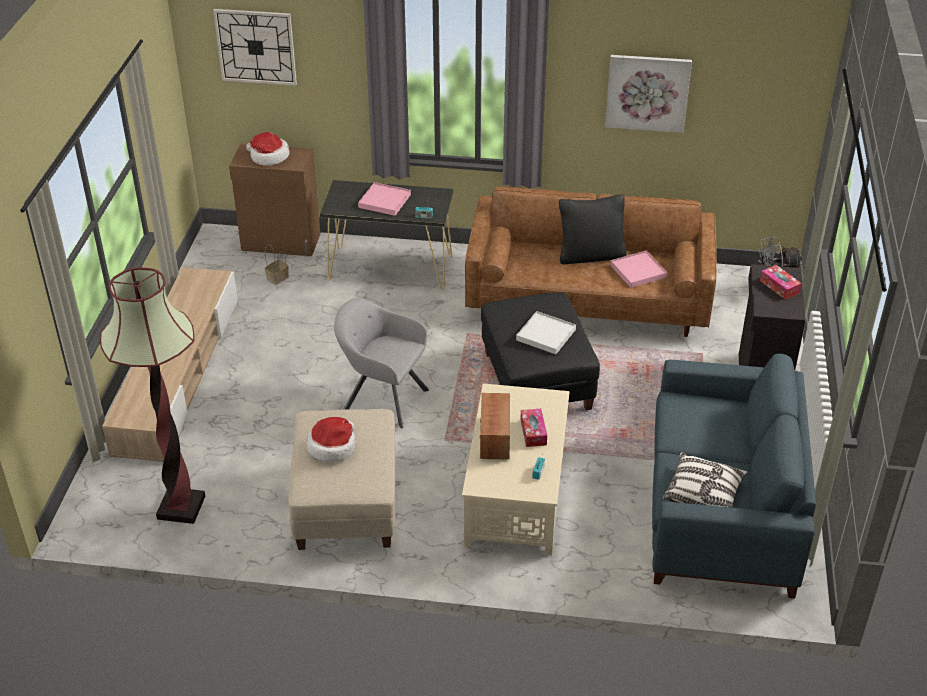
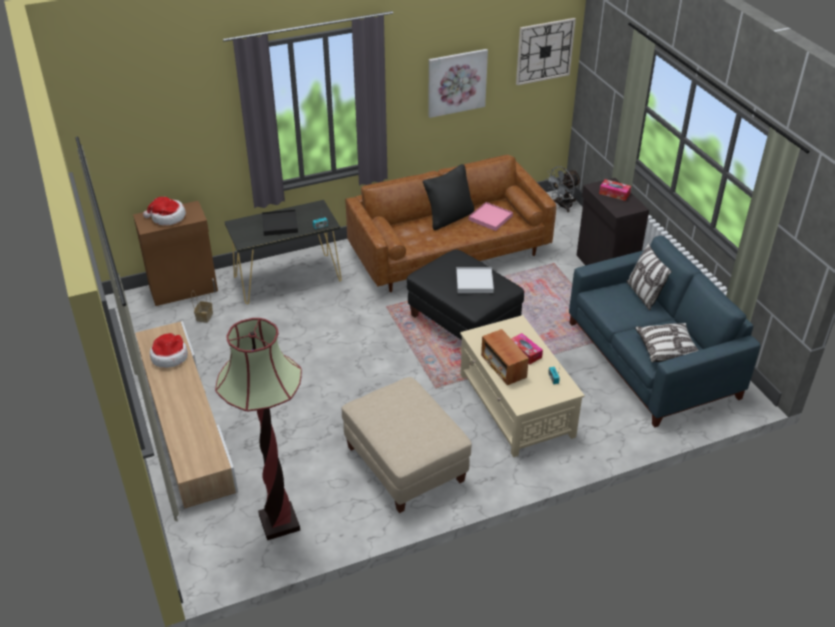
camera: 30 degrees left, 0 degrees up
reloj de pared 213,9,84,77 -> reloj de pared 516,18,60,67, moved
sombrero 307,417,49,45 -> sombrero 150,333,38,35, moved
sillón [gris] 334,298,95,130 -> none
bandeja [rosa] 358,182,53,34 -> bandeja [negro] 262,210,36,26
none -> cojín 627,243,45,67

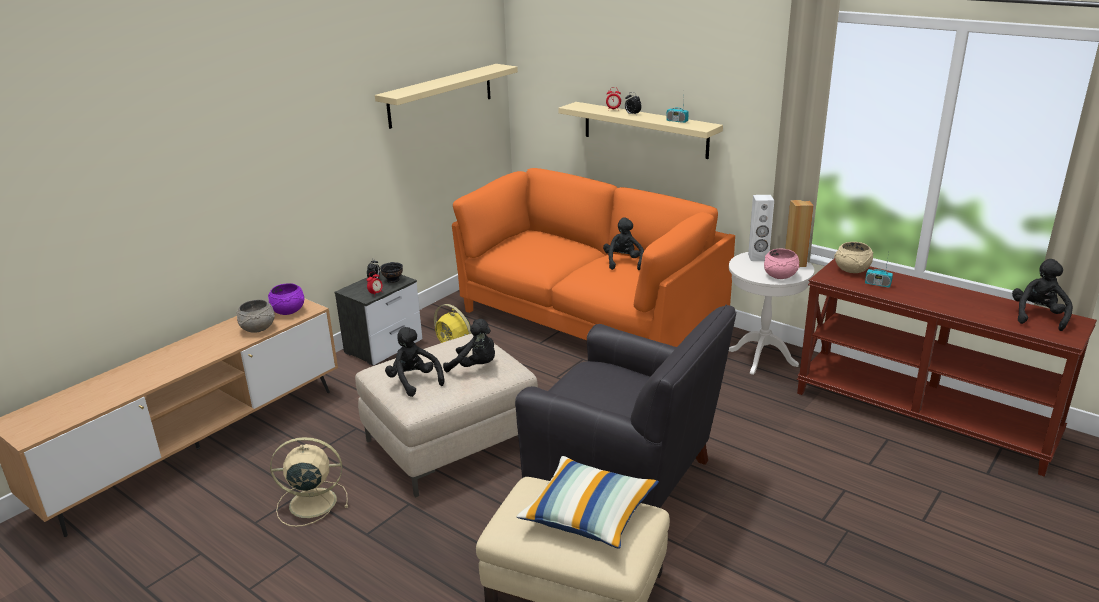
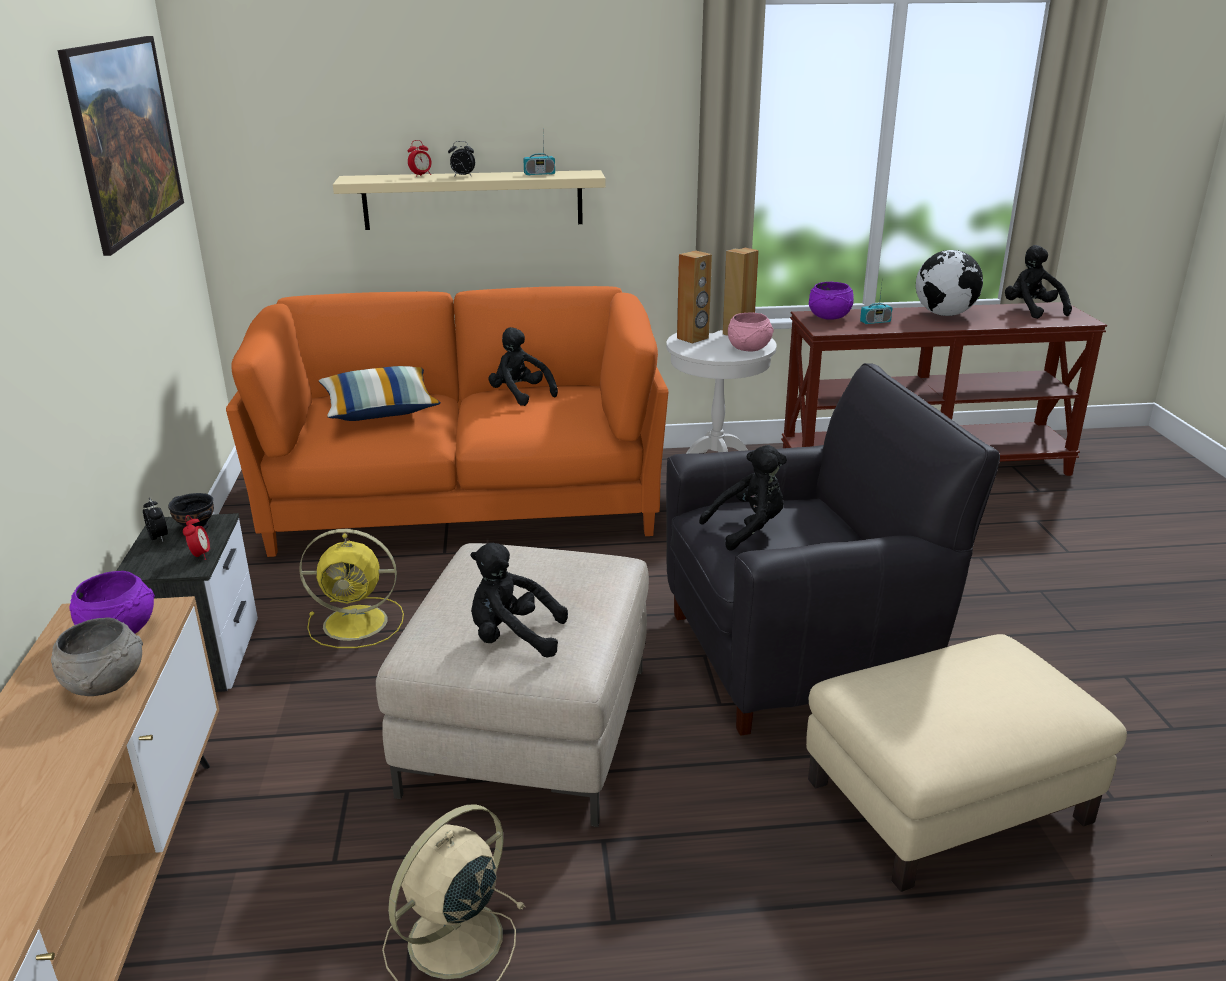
camera: 45 degrees left, 0 degrees up
estante [beis] 375,64,143,65 -> cuadro 57,36,127,220
peluche [negro] 443,319,52,53 -> peluche [negro] 699,445,88,106, moved
cojín 517,456,142,93 -> cojín 319,366,121,55, moved
altavoz [blanco] 748,195,26,66 -> altavoz [marrón] 677,250,35,93
cuenco [beis] 834,242,39,31 -> cuenco [morado] 808,282,46,38
none -> globo terráqueo 916,250,67,66

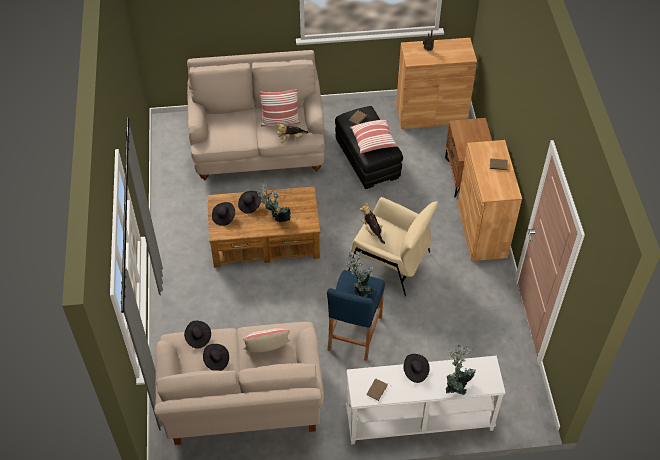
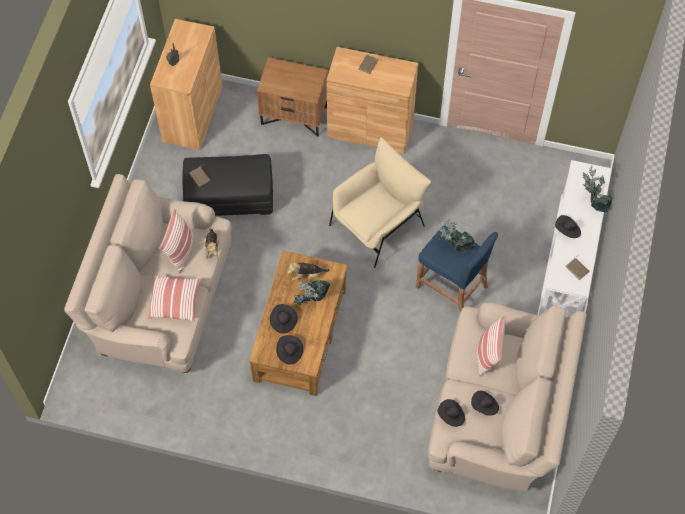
camera: 70 degrees left, 10 degrees up
cojín 350,120,47,34 -> cojín 148,274,54,48, moved
peluche 360,203,25,41 -> peluche 287,262,42,19, moved

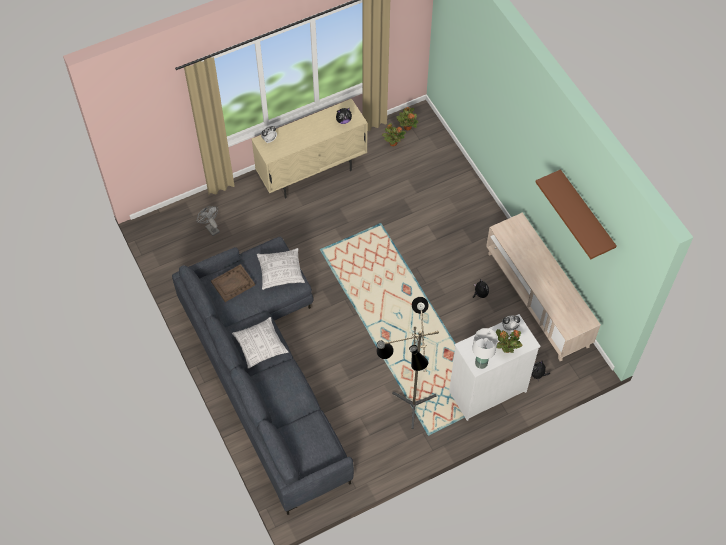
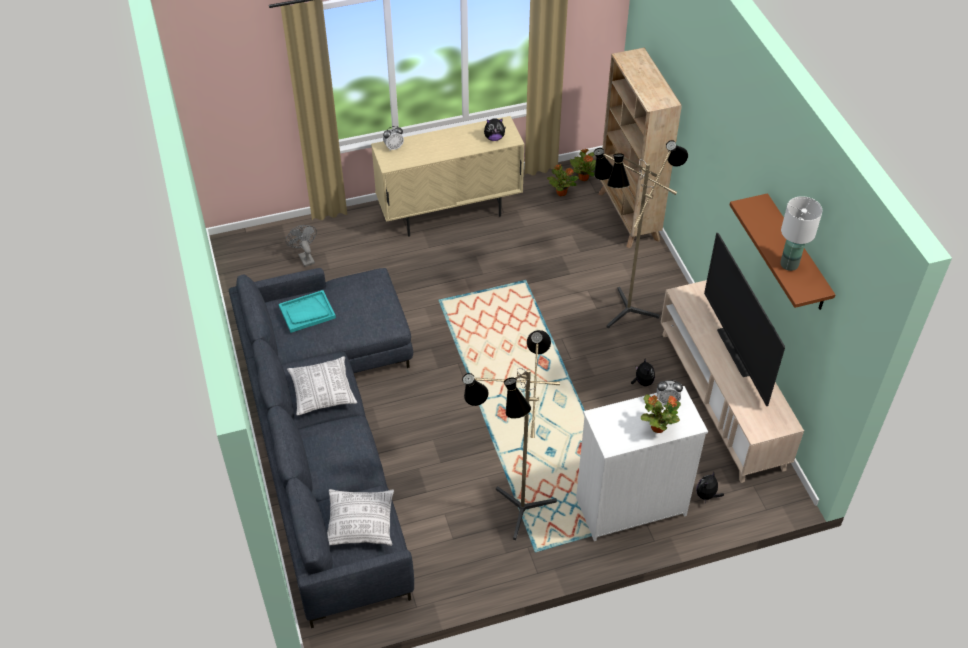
camera: 10 degrees right, 10 degrees down
bandeja [marrón] 211,264,44,38 -> bandeja [turquesa] 279,290,57,43
cojín 257,248,48,42 -> cojín 327,489,67,57, moved
lámpara de mesa [blanco] 472,328,26,41 -> lámpara de mesa [blanco] 780,196,42,75, moved
none -> lámpara de pie 594,140,94,188
none -> estantería [beis] 598,48,84,200
none -> televisor 704,233,81,173

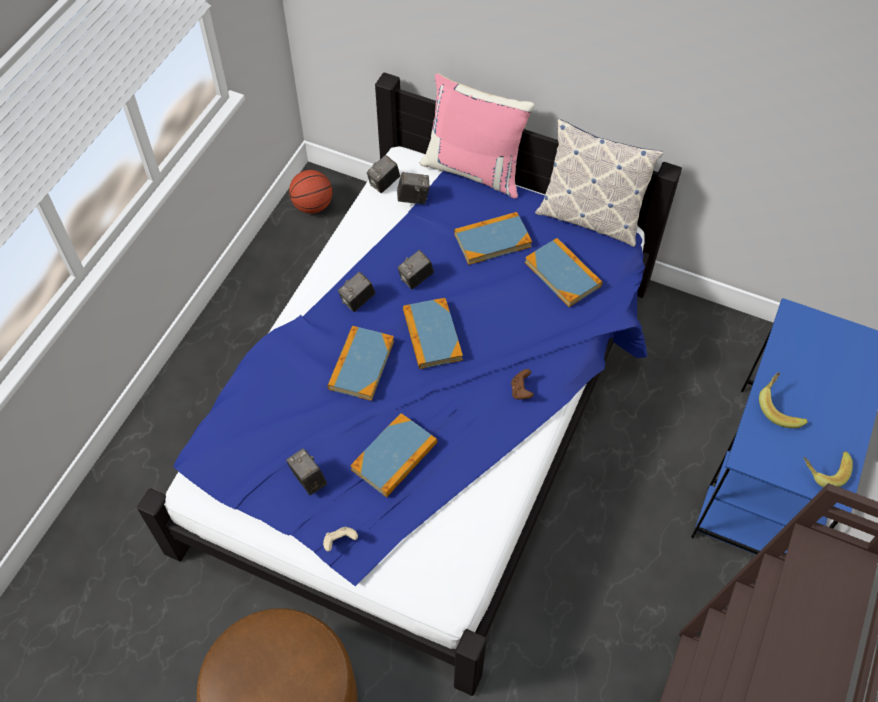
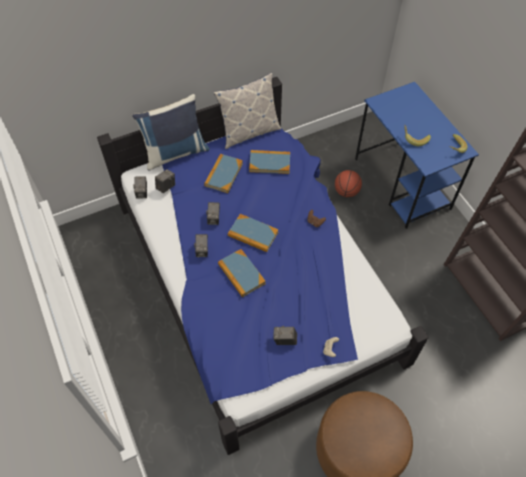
camera: 50 degrees left, 0 degrees up
balón de baloncesto 289,170,43,44 -> balón de baloncesto 335,170,27,27, moved
libro 350,413,87,84 -> none
cojín [rosa] 420,73,115,126 -> cojín [azul] 132,94,78,76

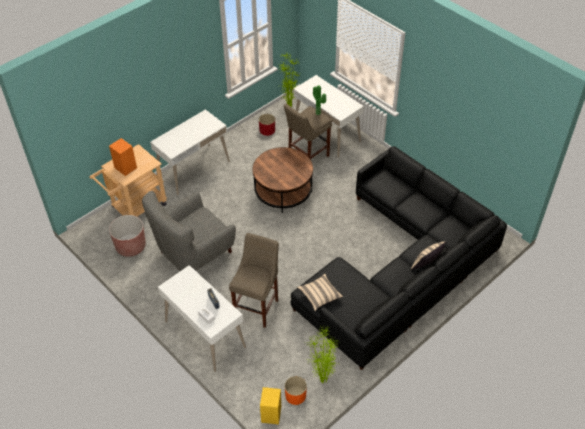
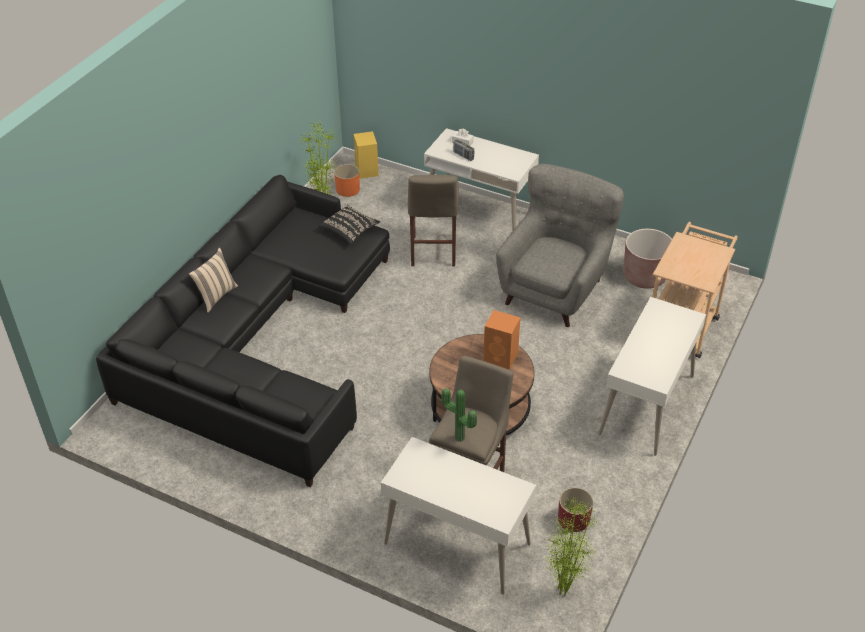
camera: 160 degrees right, 5 degrees down
altavoz [naranja] 109,138,28,38 -> altavoz [naranja] 483,310,37,60, moved
cojín [beis] 297,274,46,37 -> cojín [negro] 318,205,62,39

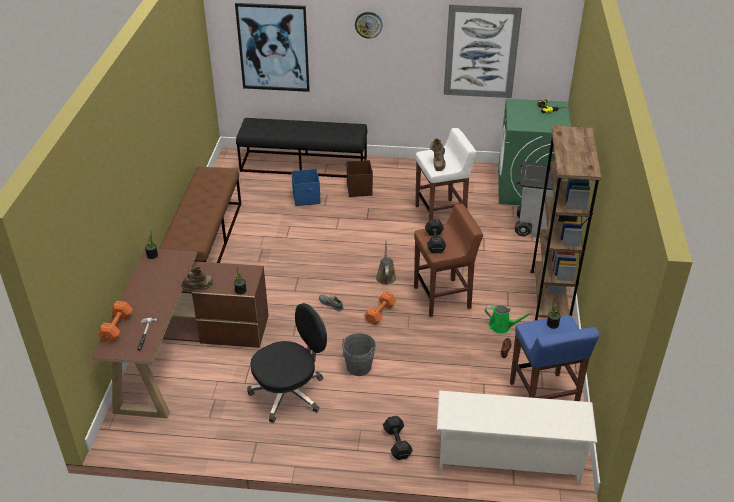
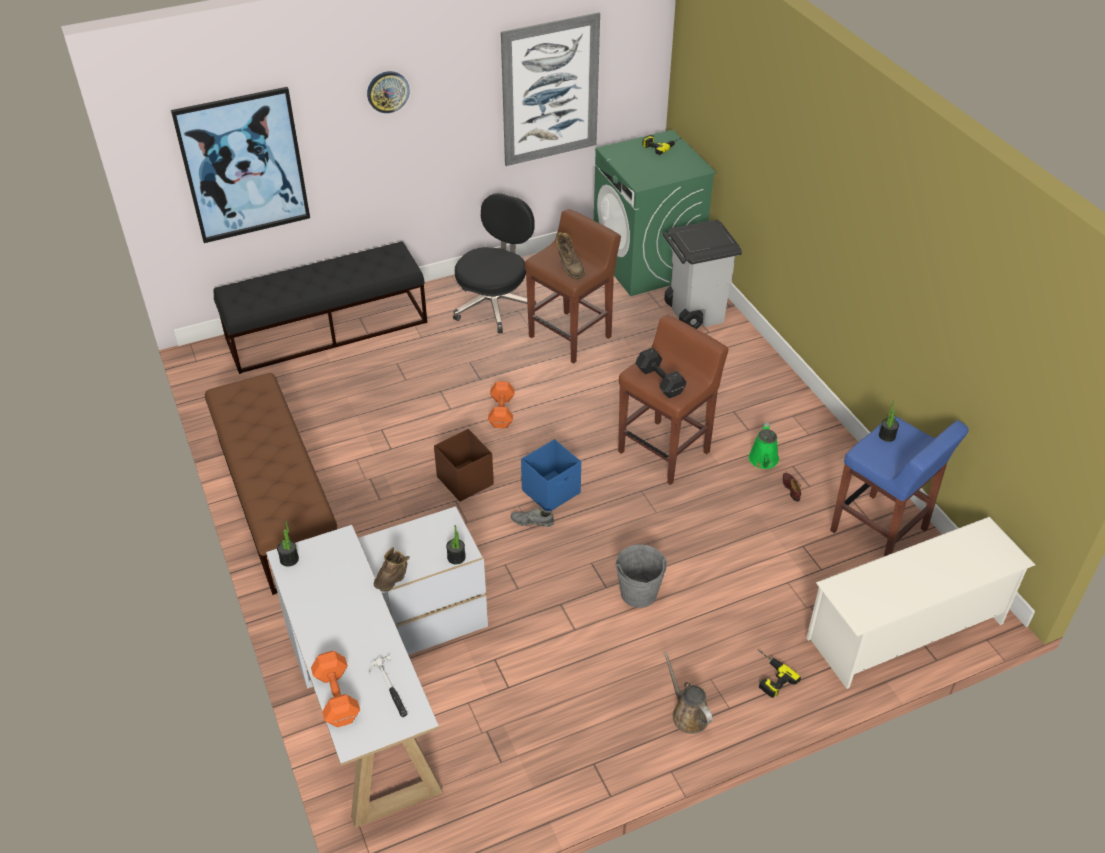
camera: 30 degrees left, 5 degrees up
escritorio [marrón] 92,249,177,169 -> escritorio [blanco] 266,506,222,322
silla de oficina [negro] 247,303,80,120 -> silla de oficina [negro] 453,193,83,140, moved
caja de almacenaje [azul] 291,169,30,37 -> caja de almacenaje [azul] 521,439,60,72, moved
caja de almacenaje [marrón] 346,160,27,37 -> caja de almacenaje [marrón] 434,429,60,73, moved
mancuerna [naranja] 364,291,32,34 -> mancuerna [naranja] 488,382,27,46, moved
regadera [marrón] 376,240,20,45 -> regadera [marrón] 663,651,50,83, moved
mancuerna [negro] 383,416,30,44 -> taladro 757,649,44,49
taburete [blanco] 415,128,62,92 -> taburete [marrón] 525,209,96,155
regadera [verde] 485,305,49,29 -> regadera [verde] 749,423,30,46, 105 degrees clockwise
estantería [marrón] 530,125,72,195 -> none

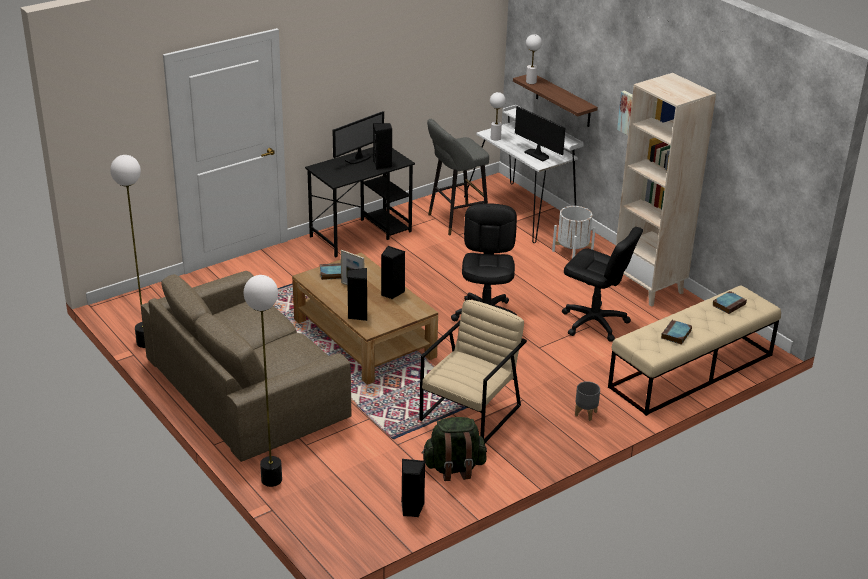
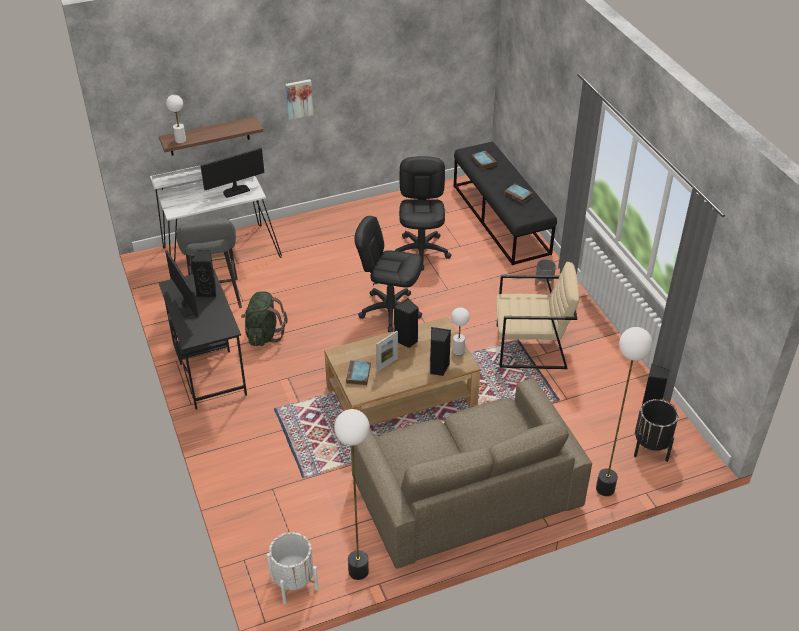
camera: 75 degrees left, 10 degrees up
sillón [beis] 419,300,108,143 -> sillón [beis] 496,262,83,107, 135 degrees clockwise
mochila [verde] 421,417,66,64 -> mochila [verde] 241,291,47,55, moved
lámpara de mesa [blanco] 490,92,16,49 -> lámpara de mesa [blanco] 451,307,19,48, moved
maceta [blanco] 552,206,44,53 -> maceta [blanco] 267,532,51,72, moved
silla de oficina [negro] 562,227,81,115 -> silla de oficina [negro] 395,156,57,115, 45 degrees counterclockwise
banco [beis] 608,285,173,131 -> banco [negro] 454,142,103,123
estantería [beis] 616,73,100,234 -> none
none -> maceta [negro] 634,399,45,63

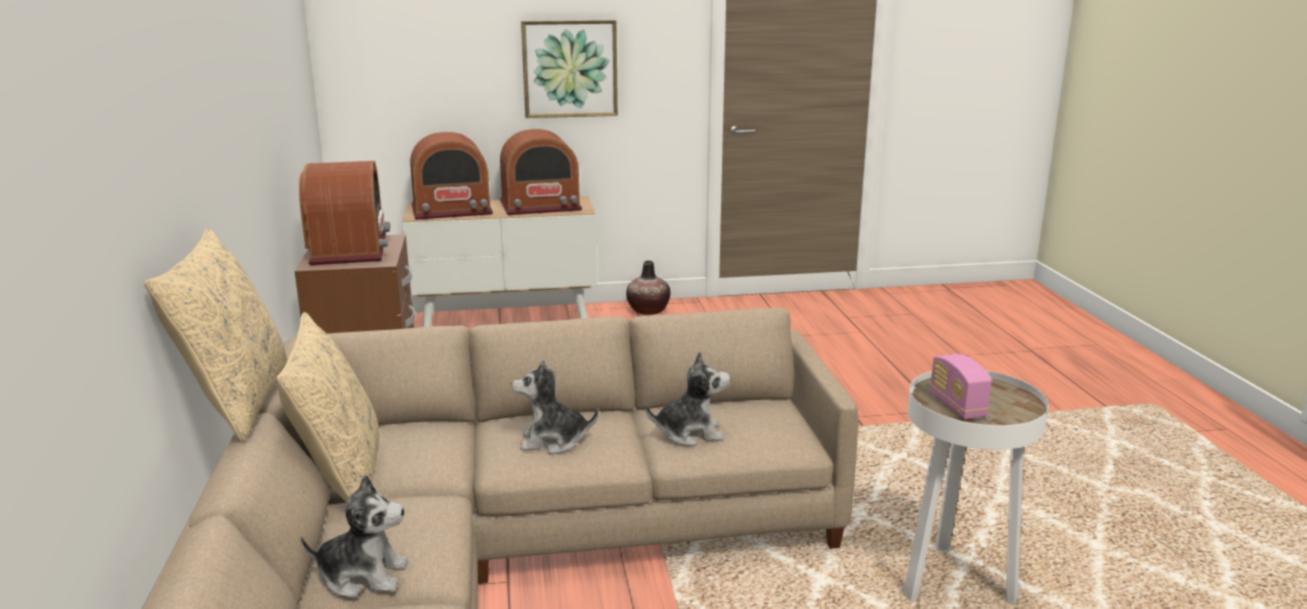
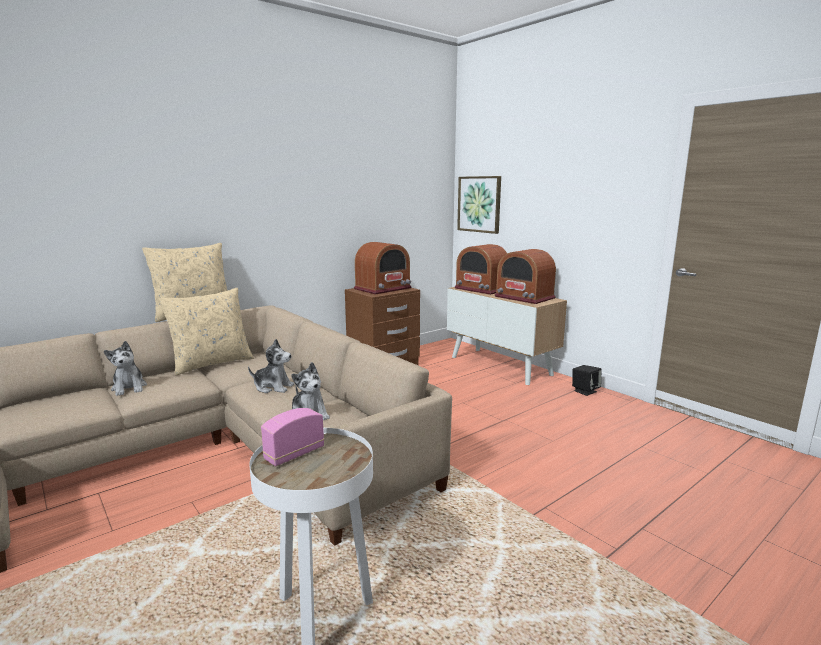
camera: 60 degrees right, 5 degrees down
peluche 512,360,87,94 -> peluche 248,339,46,54, 135 degrees clockwise
cuadro 521,20,97,98 -> cuadro 457,176,44,58, moved
florero 626,260,44,55 -> altavoz [negro] 572,365,30,31

